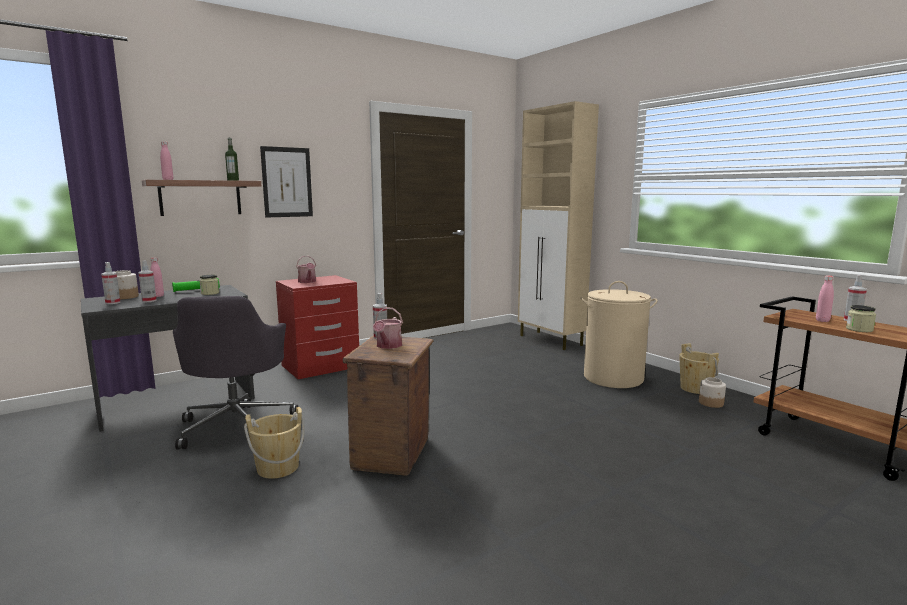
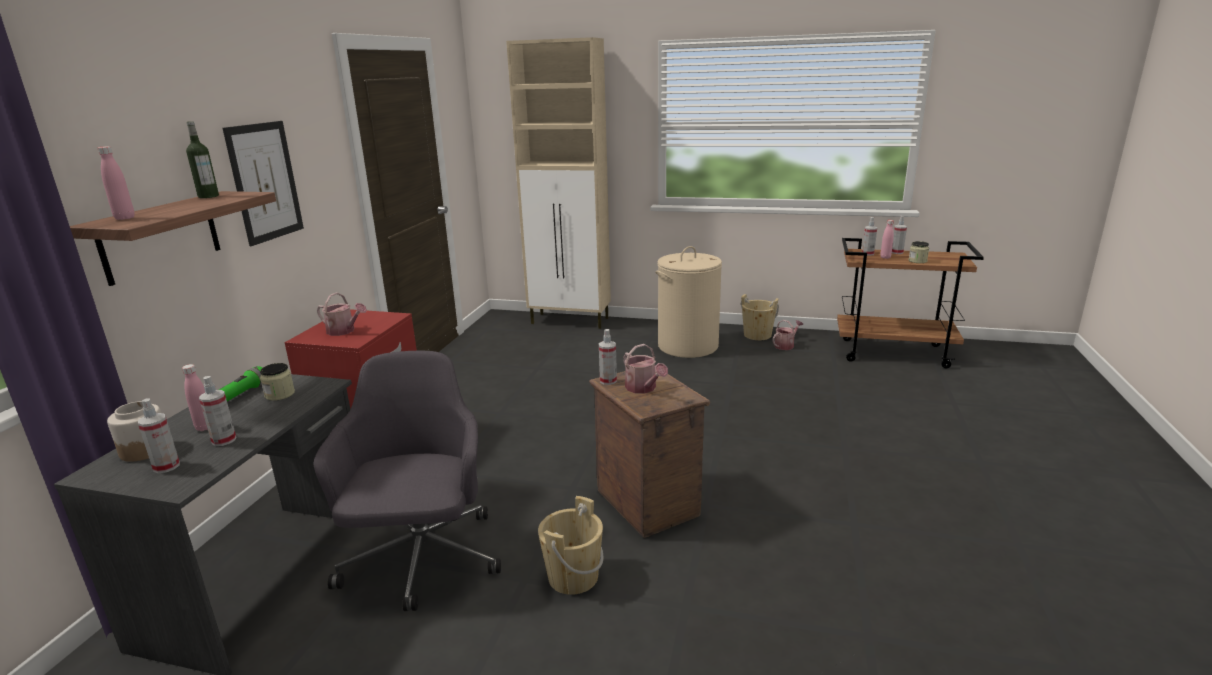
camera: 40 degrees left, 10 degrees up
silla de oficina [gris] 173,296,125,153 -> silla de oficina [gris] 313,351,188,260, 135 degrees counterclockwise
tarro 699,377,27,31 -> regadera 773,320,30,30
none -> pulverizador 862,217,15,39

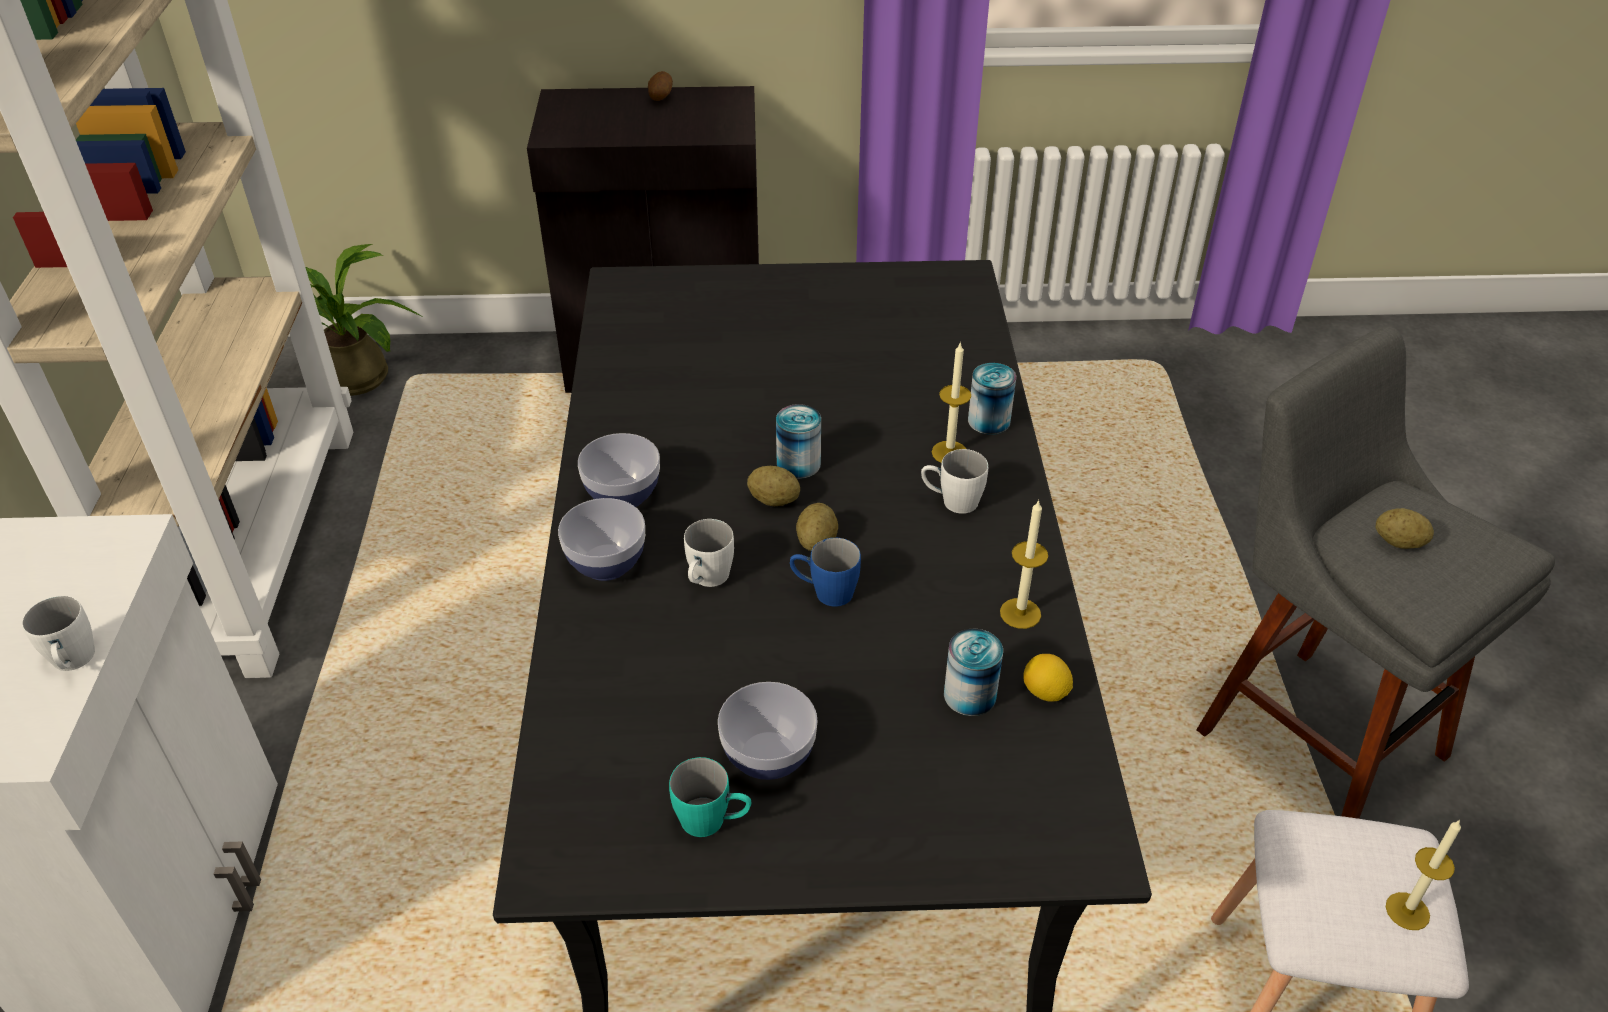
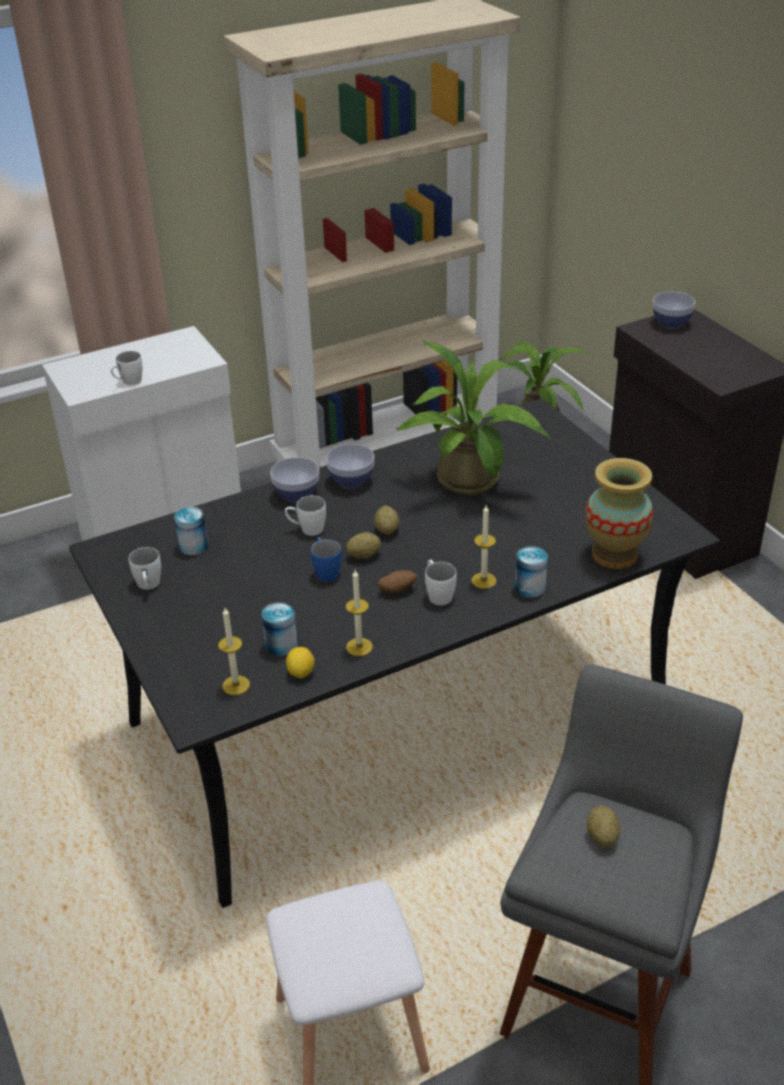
camera: 65 degrees right, 5 degrees down
patata 648,71,25,30 -> patata 378,570,38,23, moved
taza grande [turquesa] 669,757,82,80 -> taza grande [blanco] 128,547,33,43
cuenco 718,682,100,98 -> cuenco 653,292,42,37, moved
lata 776,404,45,75 -> lata 174,507,34,48, moved
vela 1386,819,75,111 -> vela 218,608,32,87, moved
none -> planta en maceta 396,340,154,155
none -> florero 585,458,68,111

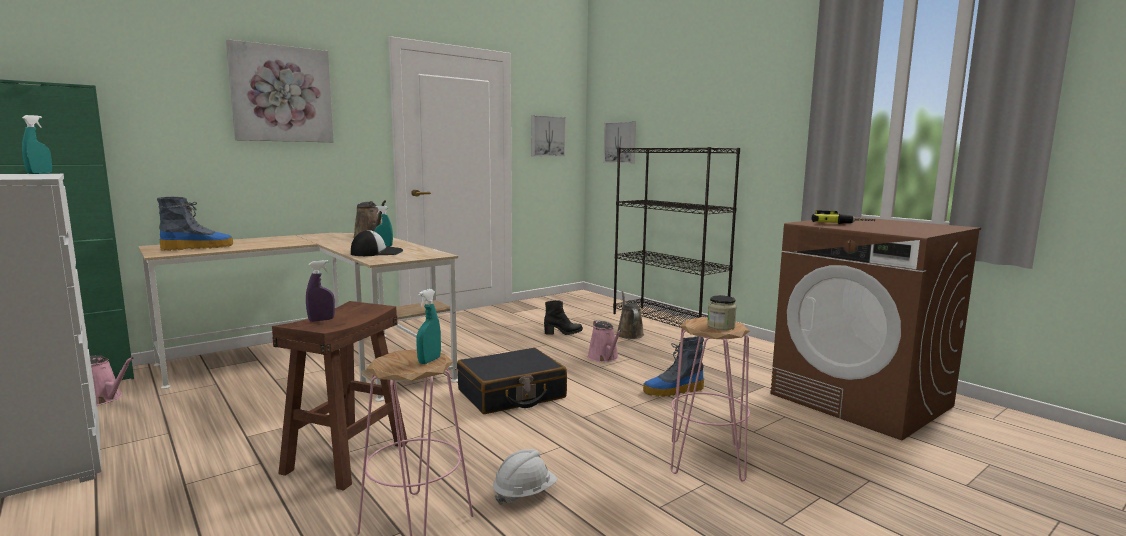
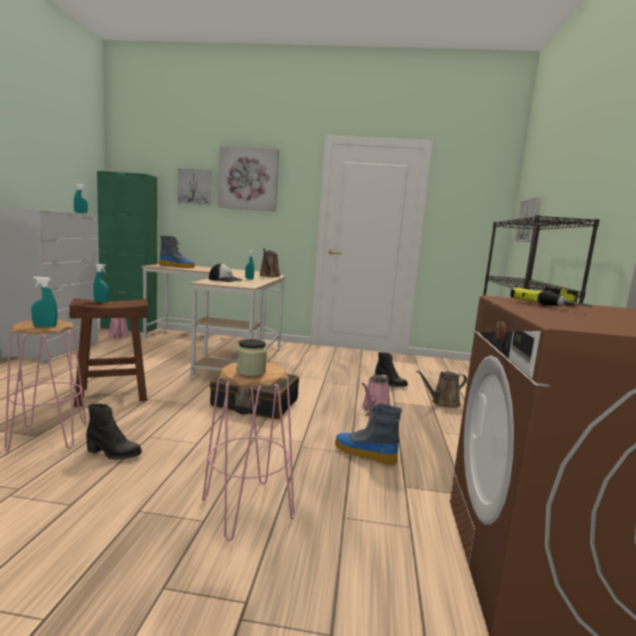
camera: 45 degrees right, 0 degrees up
pulverizador [morado] 306,260,29,62 -> pulverizador [turquesa] 93,264,16,39
casco [blanco] 493,449,64,56 -> bota [negro] 86,404,56,56
cuadro 531,115,35,42 -> cuadro 177,168,34,37, moved
regadera [marrón] 616,291,28,48 -> regadera [marrón] 416,371,51,37, 150 degrees counterclockwise

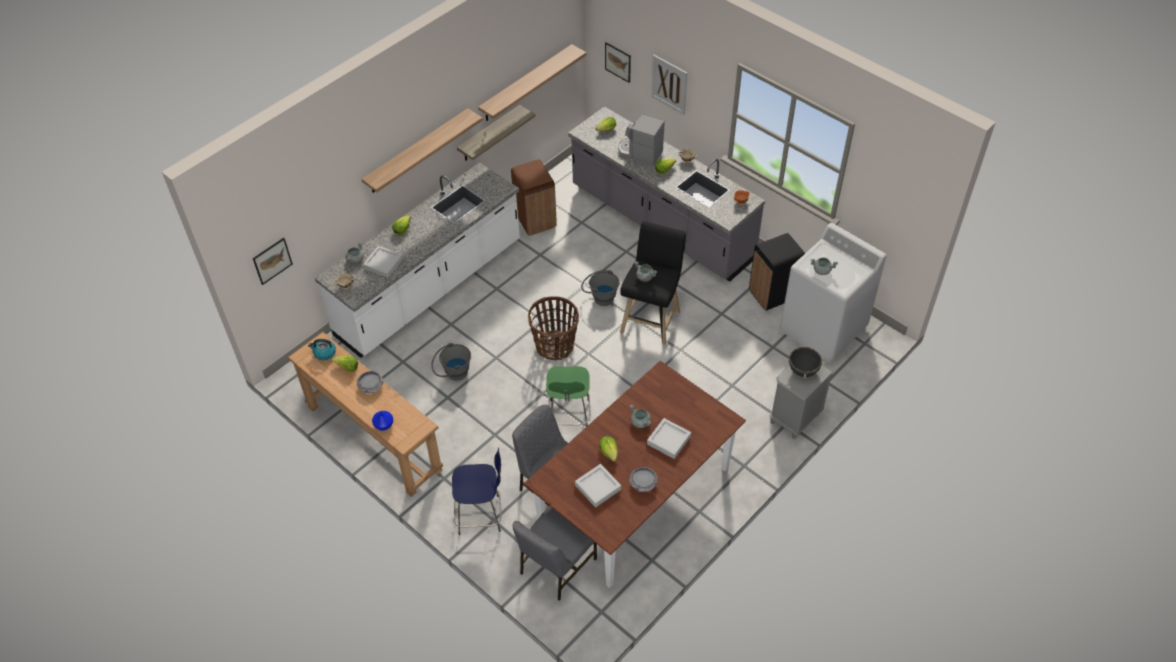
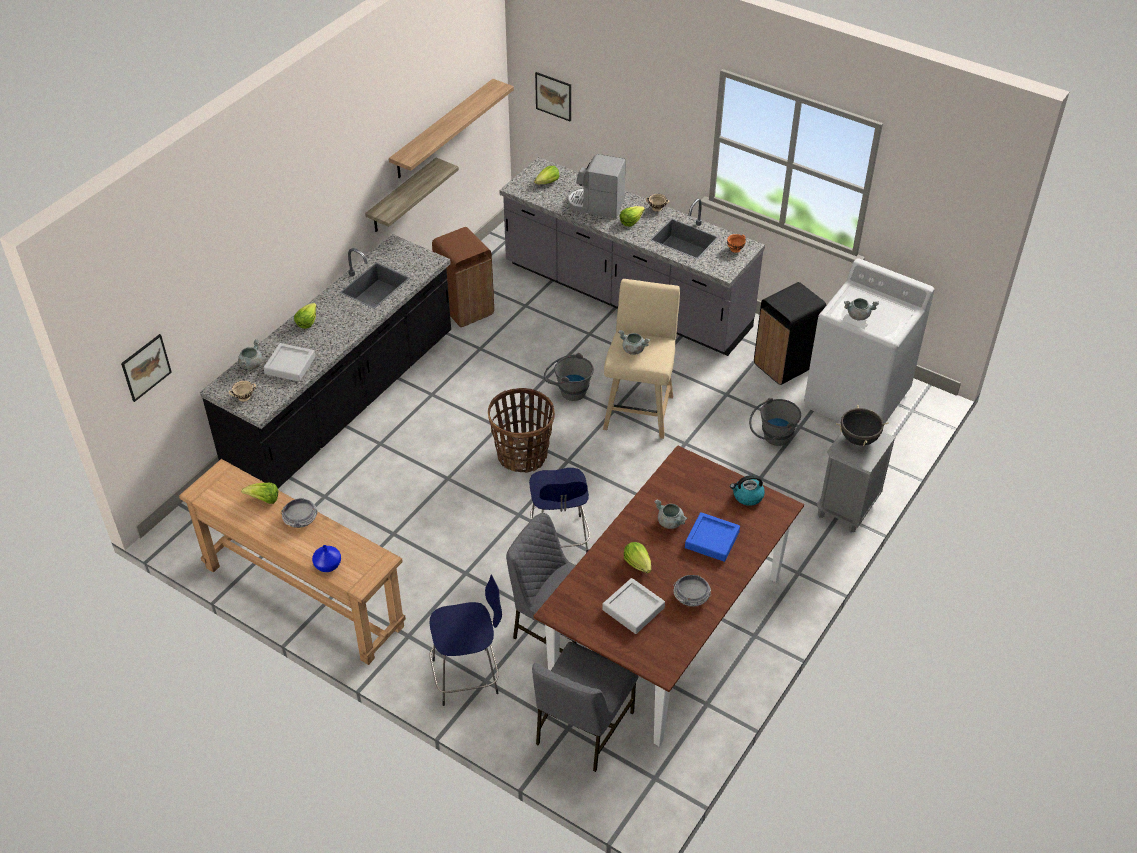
camera: 10 degrees left, 5 degrees down
hervidor 308,339,28,21 -> hervidor 730,475,35,31, moved
mueble bajo de cocina [blanco] 315,162,205,196 -> mueble bajo de cocina [negro] 200,234,251,254
estante 362,108,121,85 -> none
cubo [gris] 431,343,40,38 -> cubo [gris] 749,398,52,48, moved
taburete [verde] 546,366,45,60 -> taburete [azul] 529,468,61,85
taburete [negro] 620,221,66,124 -> taburete [beis] 603,279,77,160
bandeja [gris] 647,418,44,41 -> bandeja [azul] 685,512,55,50
cuadro 651,55,37,60 -> none

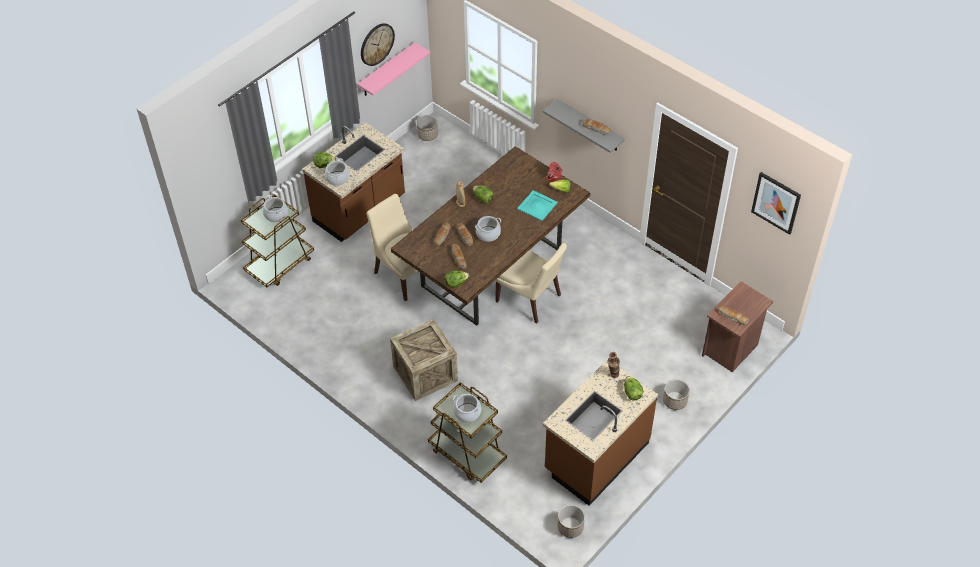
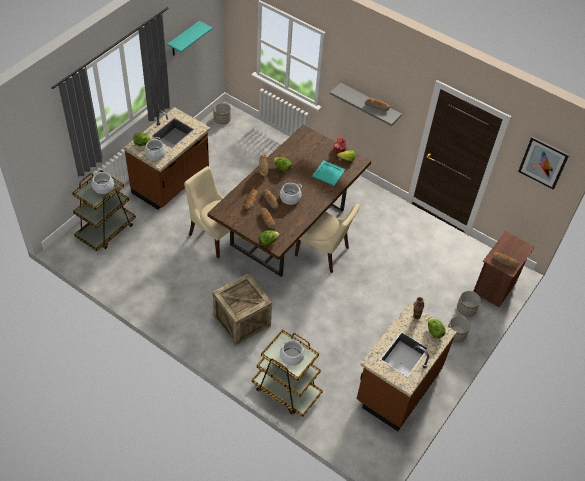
camera: 10 degrees left, 0 degrees up
estante [rosa] 358,43,72,53 -> none
reloj de pared 361,23,34,43 -> estante [turquesa] 167,21,46,35
maceta 558,505,27,33 -> maceta 457,291,24,25, moved

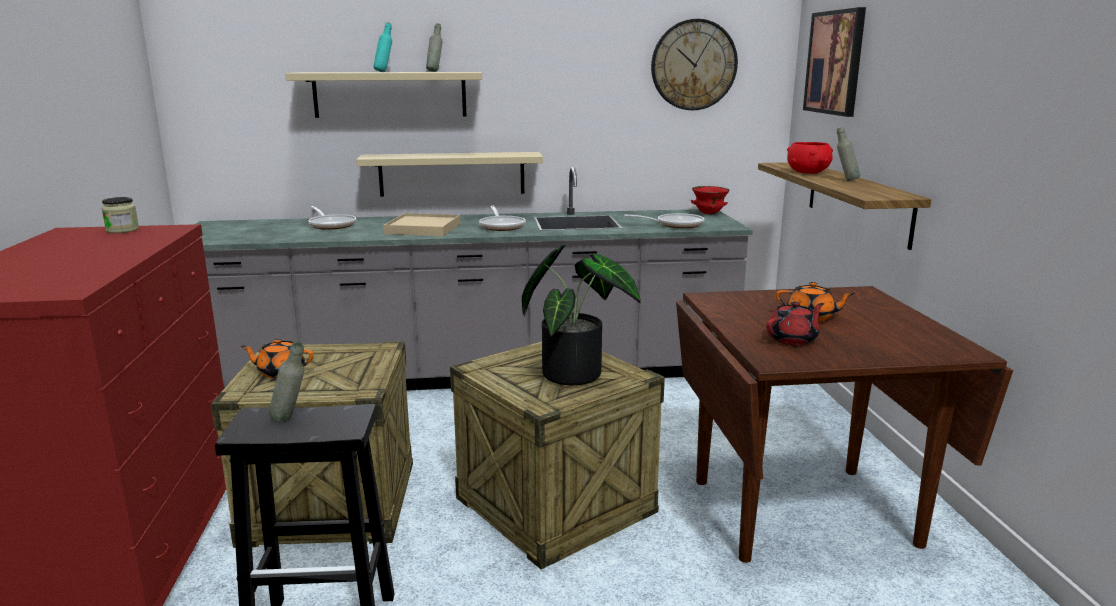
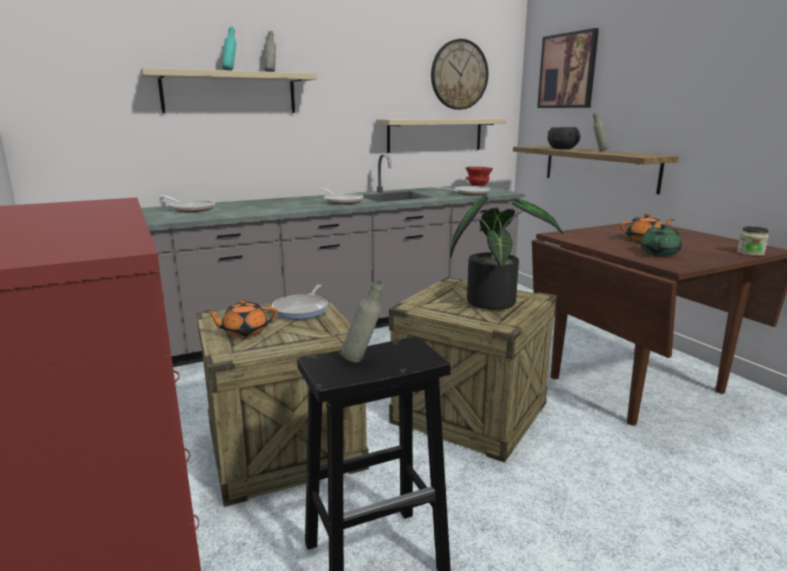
camera: 20 degrees left, 0 degrees up
tarro 102,197,37,36 -> tarro 737,226,32,30, moved
estante [beis] 356,152,187,45 -> estante [beis] 376,118,131,35, moved
bandeja [beis] 383,213,77,23 -> none
tetera [rojo] 766,302,58,43 -> tetera [verde] 640,224,42,32
cuenco [rojo] 787,142,46,32 -> cuenco [negro] 547,127,33,22
none -> sartén 272,285,56,35

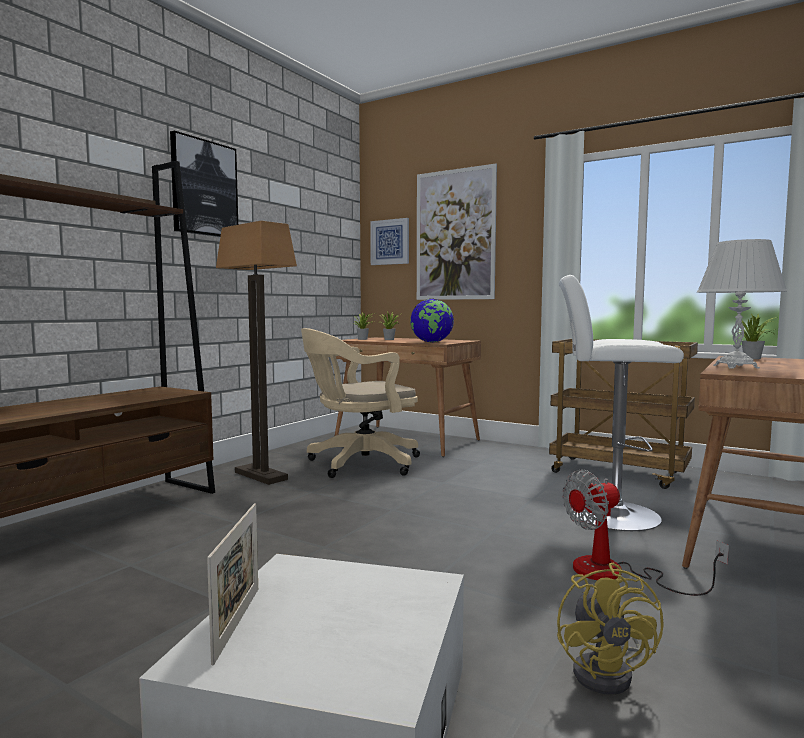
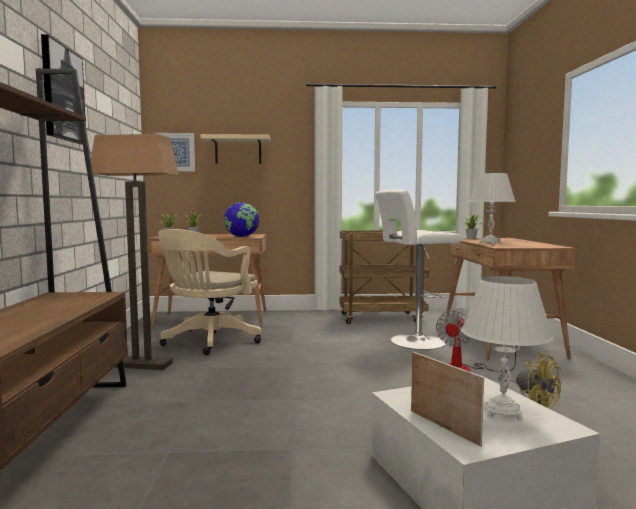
camera: 35 degrees left, 0 degrees up
cuadro 417,163,80,137 -> estante [beis] 200,134,71,30
none -> lámpara de mesa [blanco] 461,276,92,145

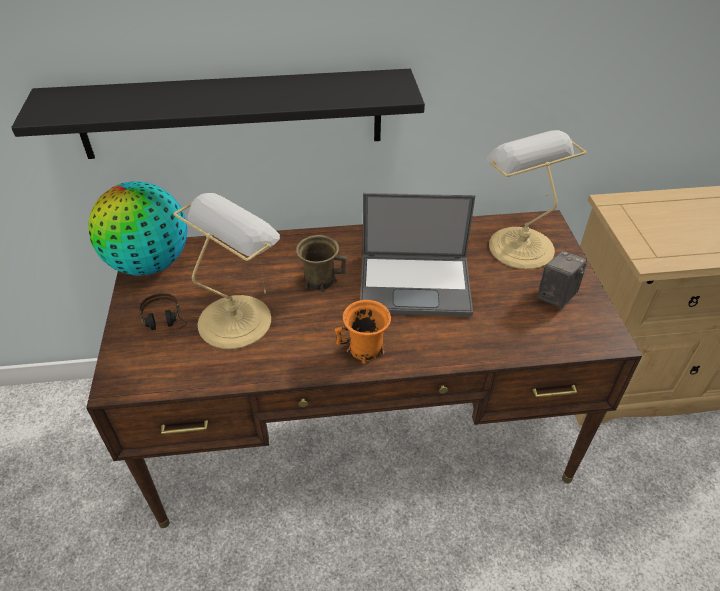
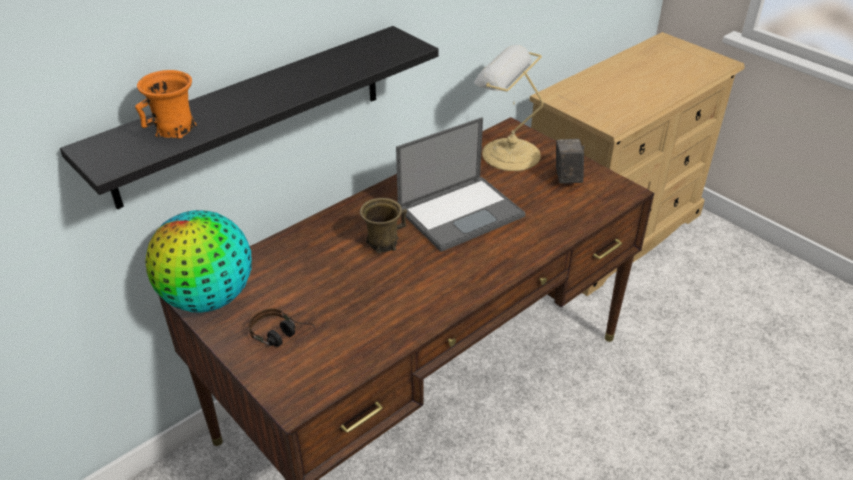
camera: 35 degrees left, 5 degrees down
lámpara de mesa 173,193,107,156 -> none
taza grande [naranja] 335,300,56,64 -> taza grande [naranja] 135,70,62,69, moved

